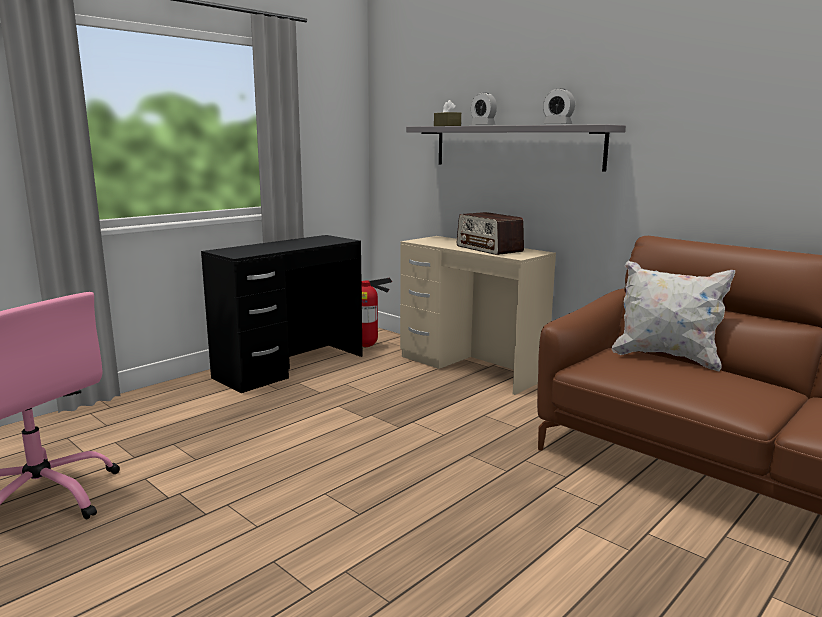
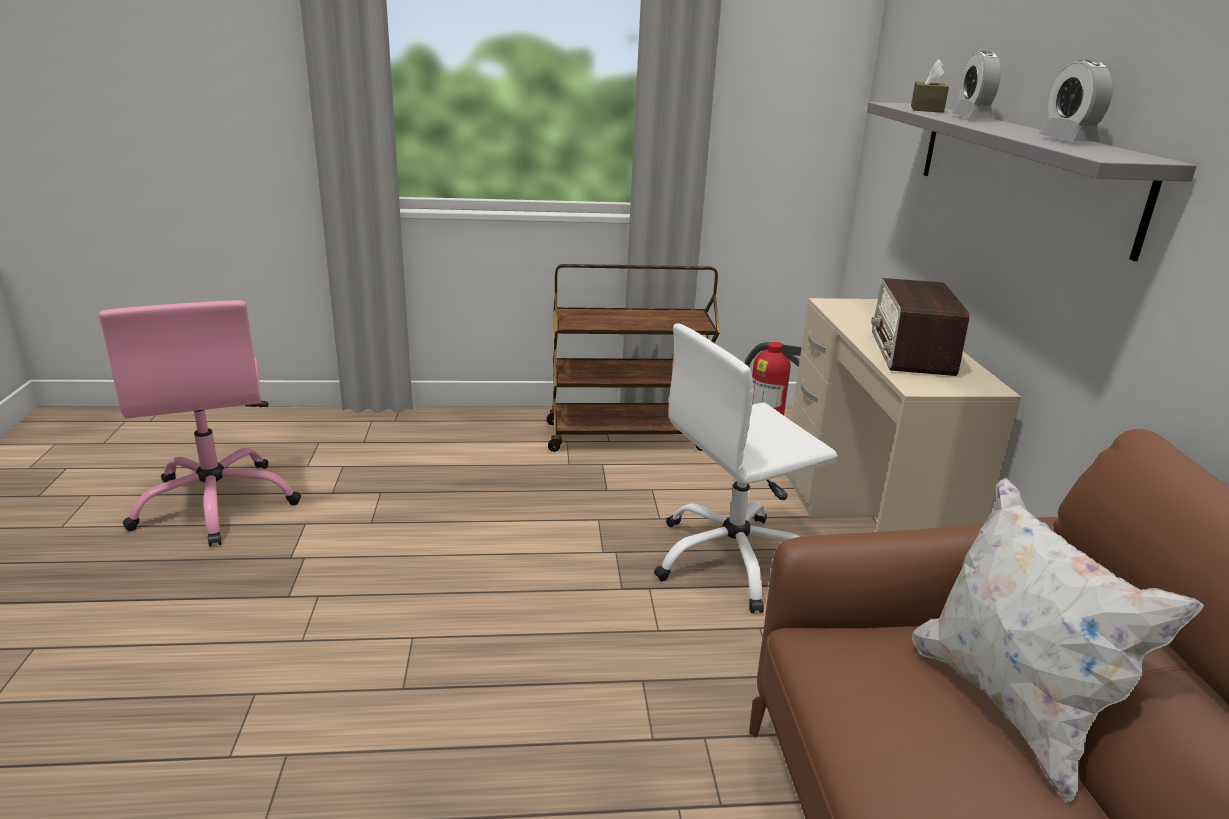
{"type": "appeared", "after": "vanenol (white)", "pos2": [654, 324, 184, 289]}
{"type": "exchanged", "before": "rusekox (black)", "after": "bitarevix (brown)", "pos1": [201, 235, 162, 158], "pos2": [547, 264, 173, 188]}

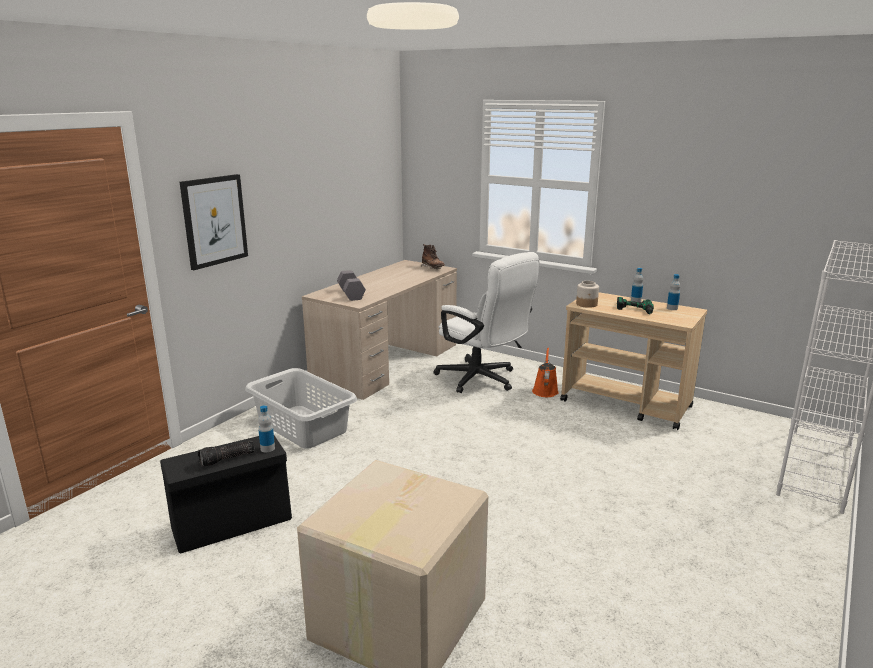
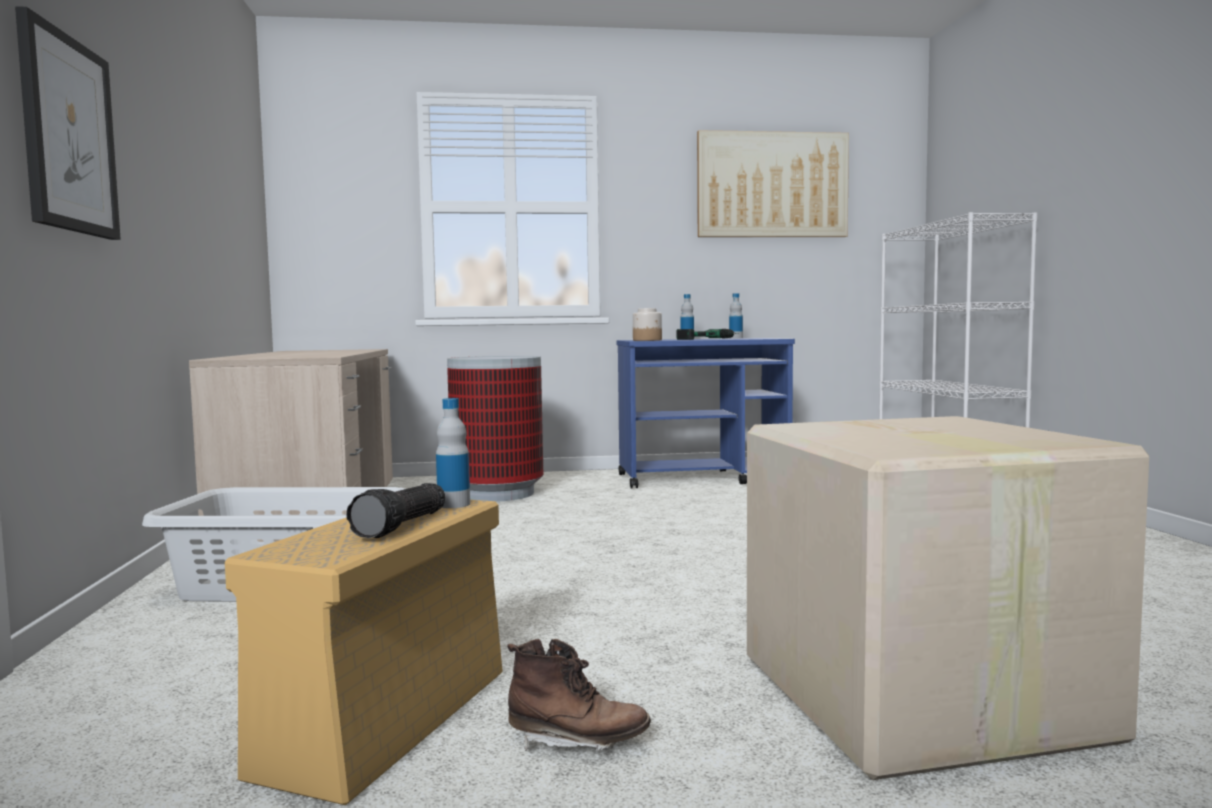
{"type": "missing", "before": "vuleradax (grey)", "pos1": [337, 270, 29, 31]}
{"type": "missing", "before": "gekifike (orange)", "pos1": [532, 348, 27, 49]}
{"type": "appeared", "after": "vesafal", "pos2": [697, 130, 152, 107]}
{"type": "relocated", "before": "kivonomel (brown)", "pos1": [421, 244, 24, 25], "pos2": [507, 639, 144, 112]}
{"type": "exchanged", "before": "vanenol (white)", "after": "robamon", "pos1": [433, 252, 107, 141], "pos2": [447, 356, 96, 146]}
{"type": "colour", "before": "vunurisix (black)", "after": "vunurisix (beige)", "pos1": [160, 436, 132, 118], "pos2": [225, 500, 278, 306]}
{"type": "colour", "before": "bitarevix (beige)", "after": "bitarevix (blue)", "pos1": [560, 292, 147, 138], "pos2": [616, 338, 179, 150]}

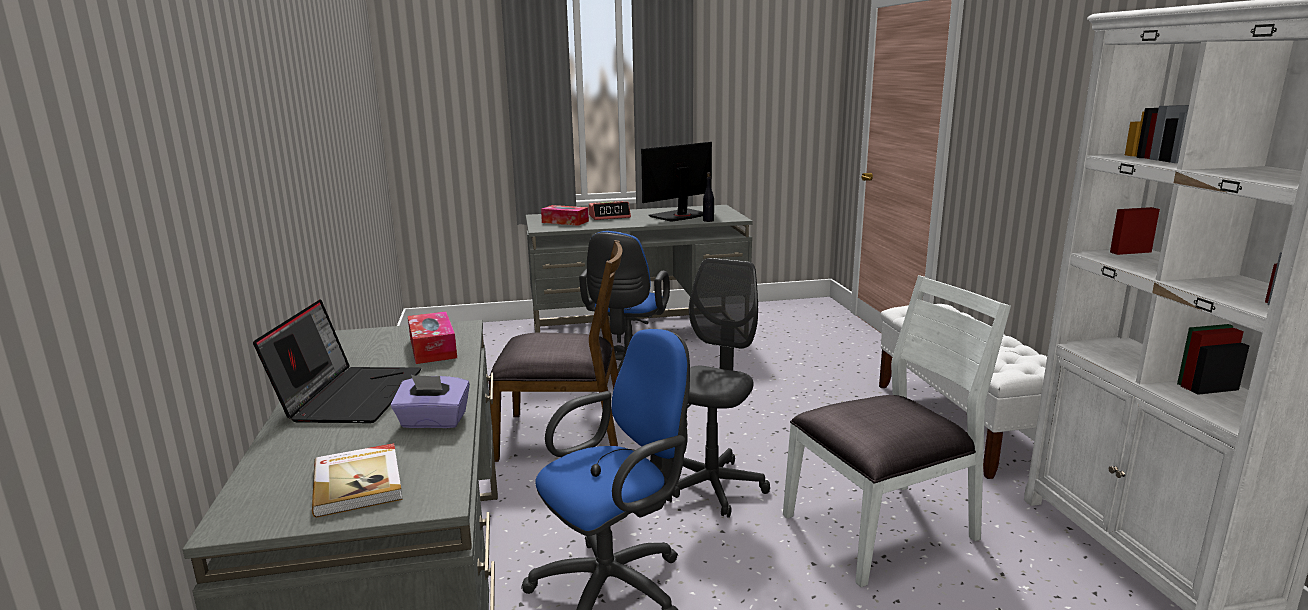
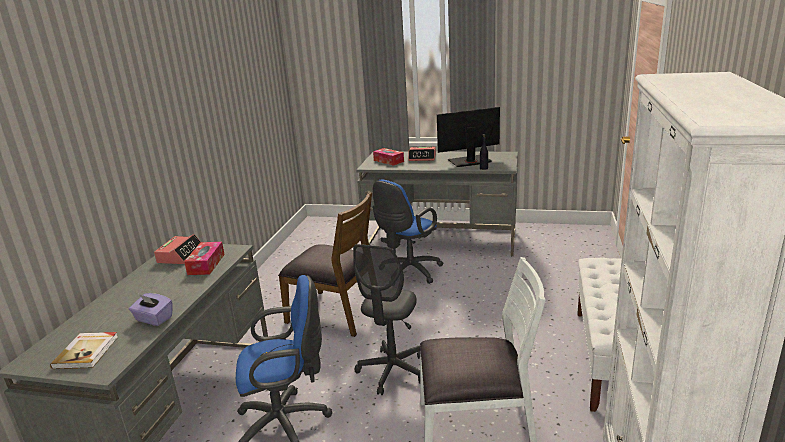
{"type": "missing", "before": "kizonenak", "pos1": [253, 299, 168, 124]}
{"type": "appeared", "after": "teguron", "pos2": [154, 234, 47, 30]}
{"type": "spun", "before": "vanenol (grey)", "pos1": [665, 258, 105, 260], "pos2": [353, 244, 67, 151], "turn": 150}

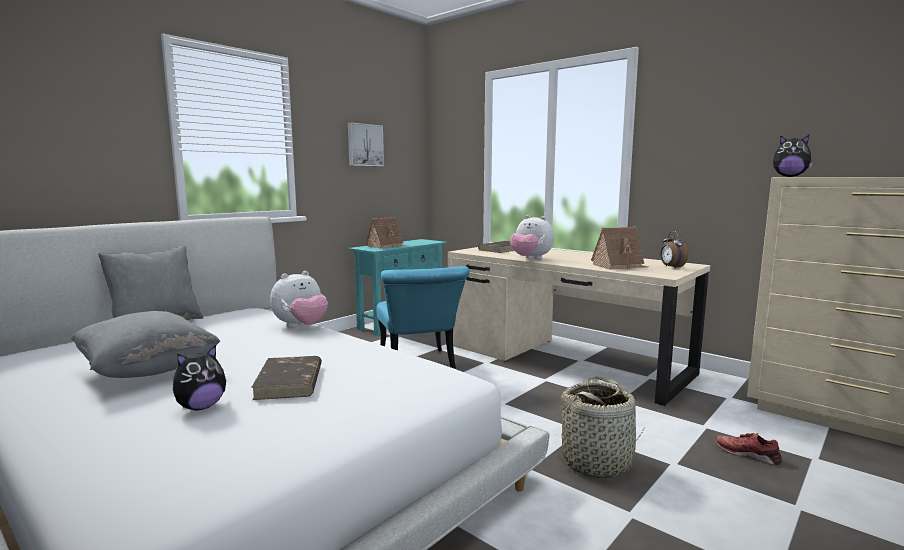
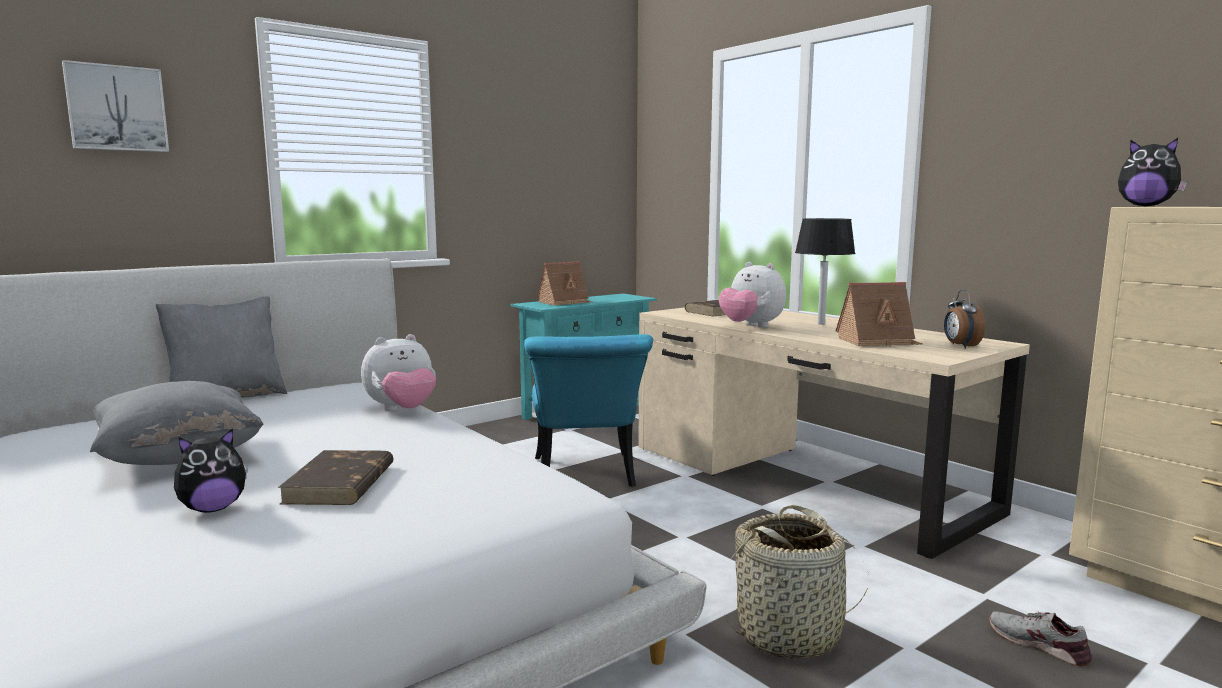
{"type": "appeared", "after": "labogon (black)", "pos2": [795, 218, 60, 107]}
{"type": "relocated", "before": "vesafal", "pos1": [348, 123, 36, 43], "pos2": [62, 60, 107, 92]}
{"type": "colour", "before": "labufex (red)", "after": "labufex (grey)", "pos1": [716, 433, 66, 32], "pos2": [989, 611, 103, 55]}

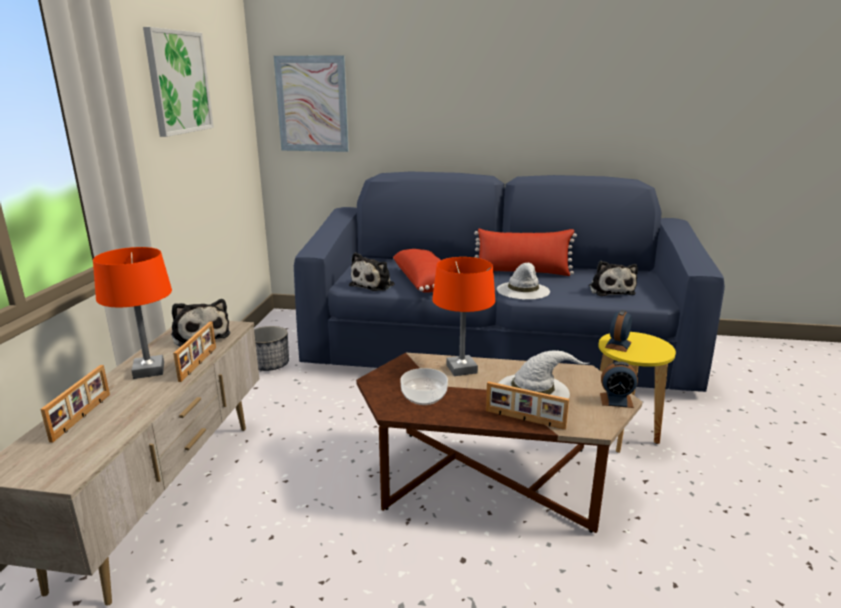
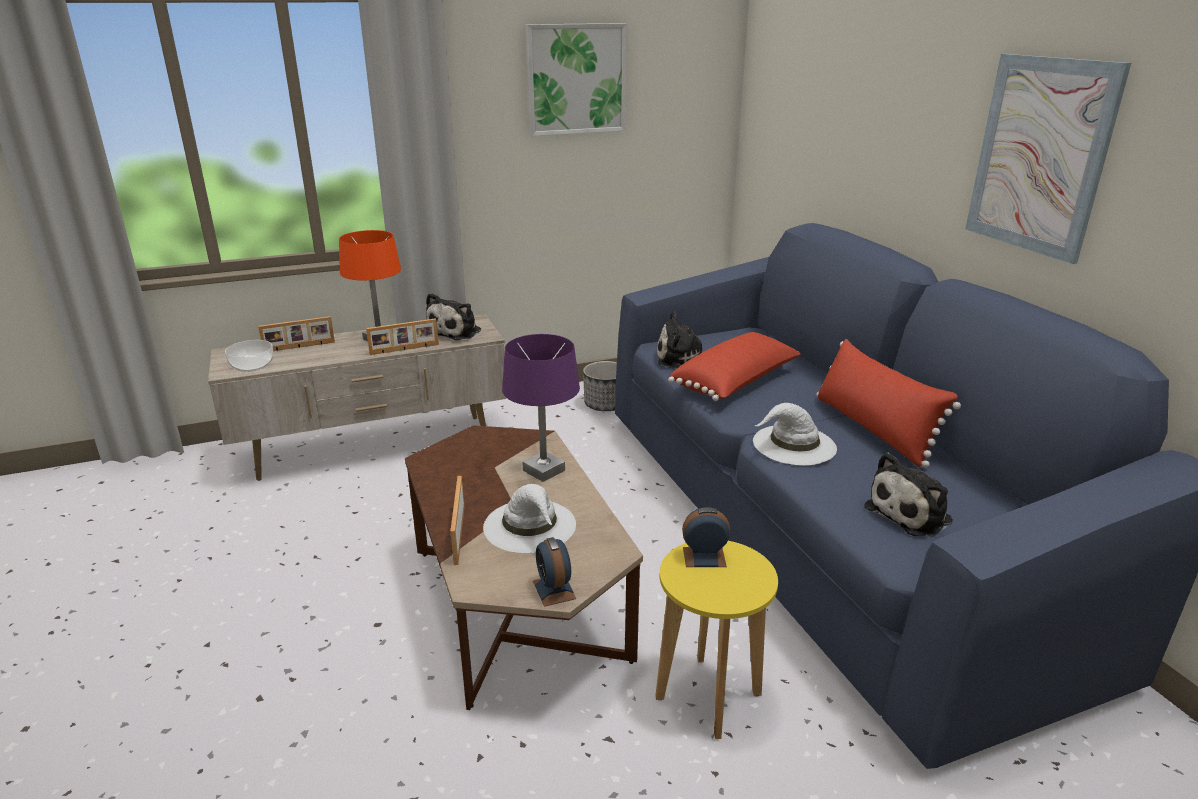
{"type": "relocated", "before": "vesafal", "pos1": [274, 55, 75, 97], "pos2": [965, 54, 166, 210]}
{"type": "relocated", "before": "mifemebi", "pos1": [401, 368, 47, 37], "pos2": [225, 340, 49, 32]}
{"type": "colour", "before": "labogon (orange)", "after": "labogon (purple)", "pos1": [432, 257, 63, 119], "pos2": [502, 334, 78, 148]}

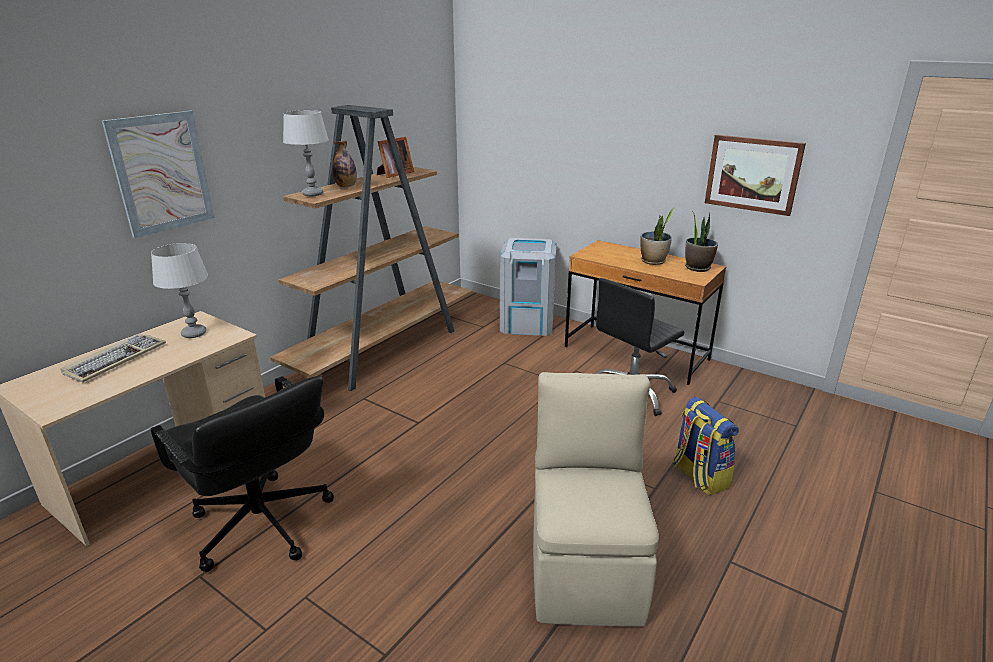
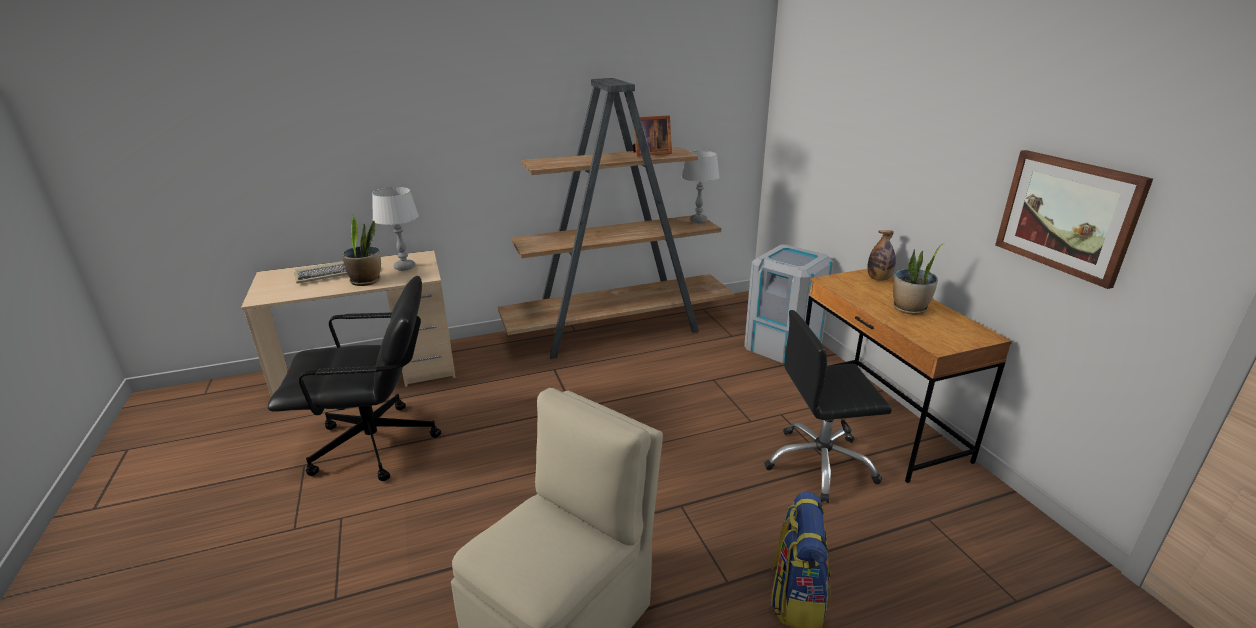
{"type": "missing", "before": "vesafal", "pos1": [102, 111, 113, 127]}
{"type": "relocated", "before": "labogon (grey)", "pos1": [283, 110, 46, 86], "pos2": [682, 151, 37, 72]}
{"type": "relocated", "before": "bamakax", "pos1": [333, 140, 24, 47], "pos2": [867, 230, 29, 51]}
{"type": "relocated", "before": "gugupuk", "pos1": [685, 211, 33, 61], "pos2": [342, 214, 39, 72]}
{"type": "spun", "before": "vanenol (black)", "pos1": [150, 376, 184, 196], "pos2": [268, 276, 173, 205], "turn": -90}

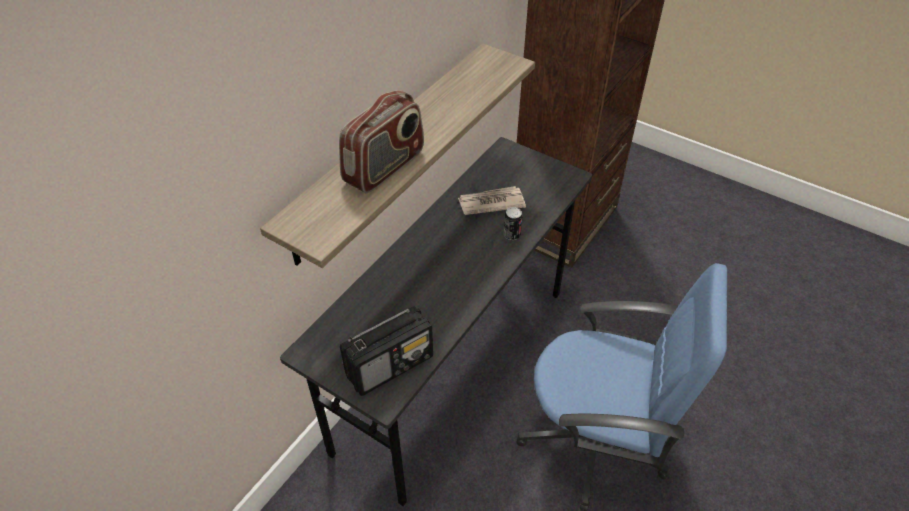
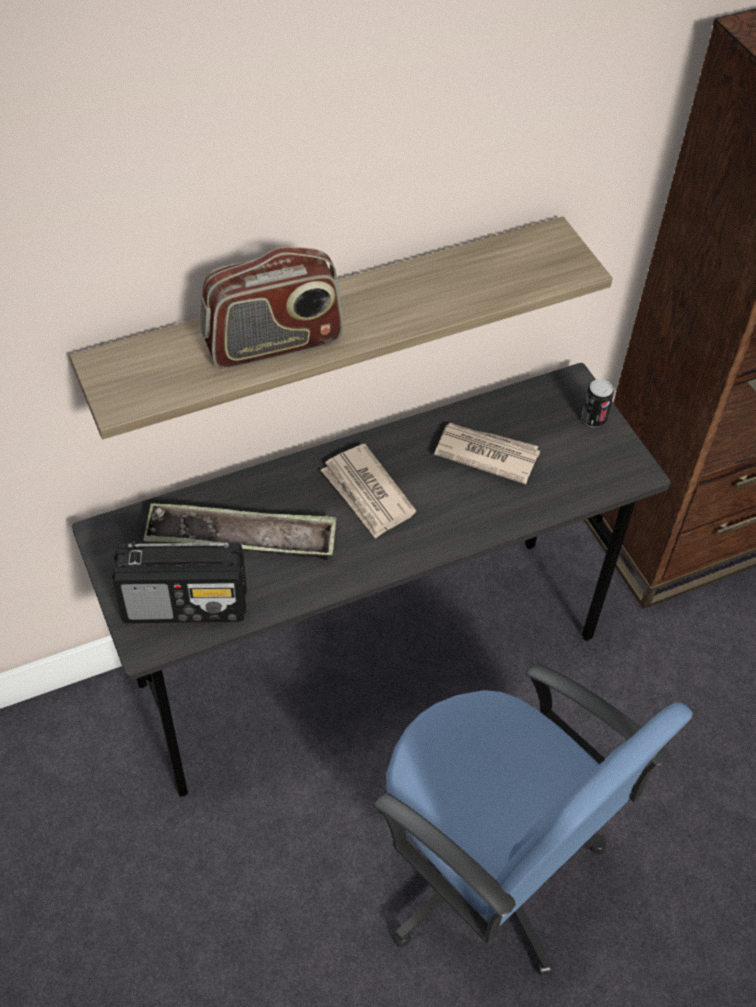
{"type": "appeared", "after": "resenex", "pos2": [143, 503, 193, 57]}
{"type": "appeared", "after": "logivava", "pos2": [321, 444, 95, 95]}
{"type": "relocated", "before": "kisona", "pos1": [503, 207, 20, 33], "pos2": [581, 379, 33, 48]}

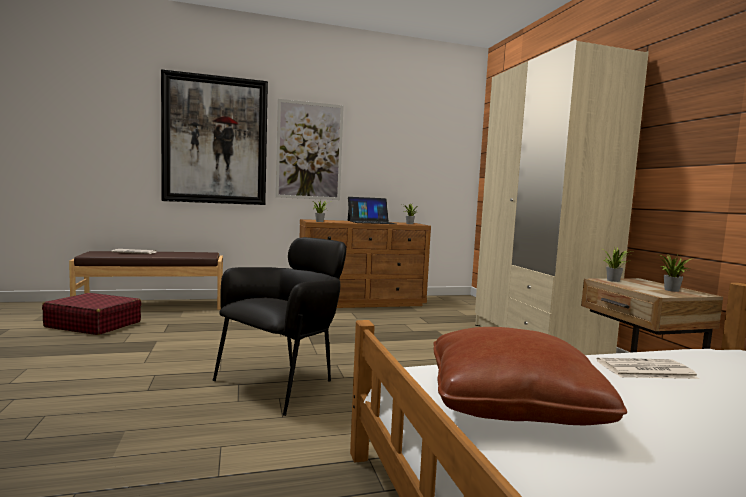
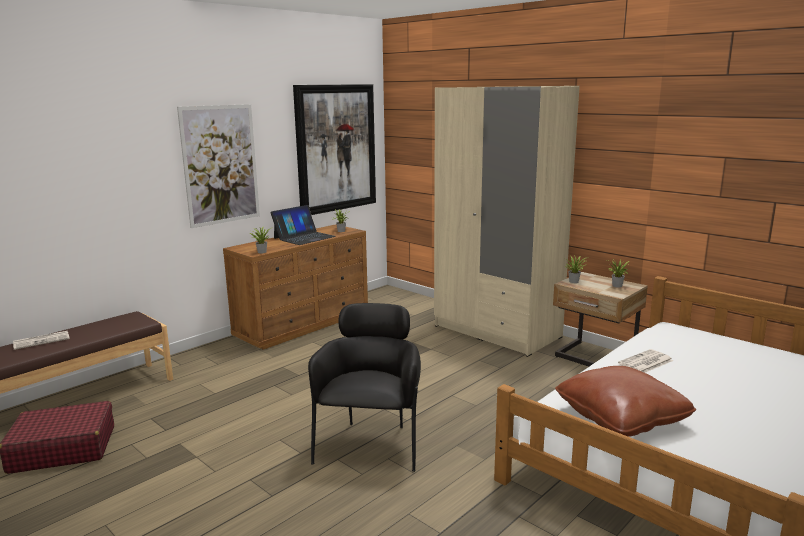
{"type": "relocated", "before": "vesafal", "pos1": [161, 69, 107, 136], "pos2": [293, 84, 83, 131]}

